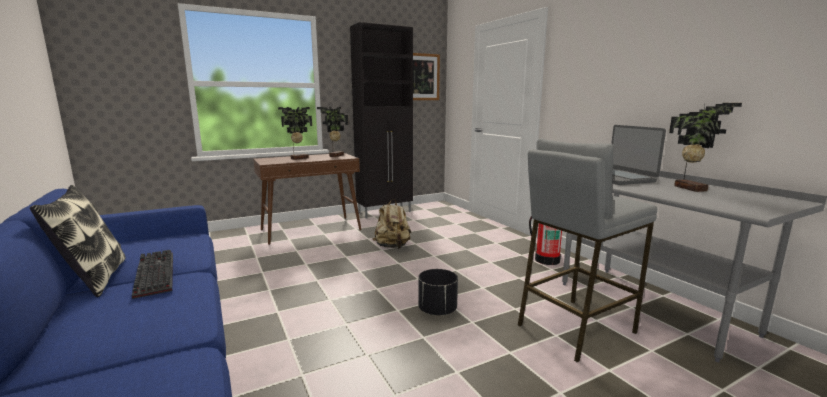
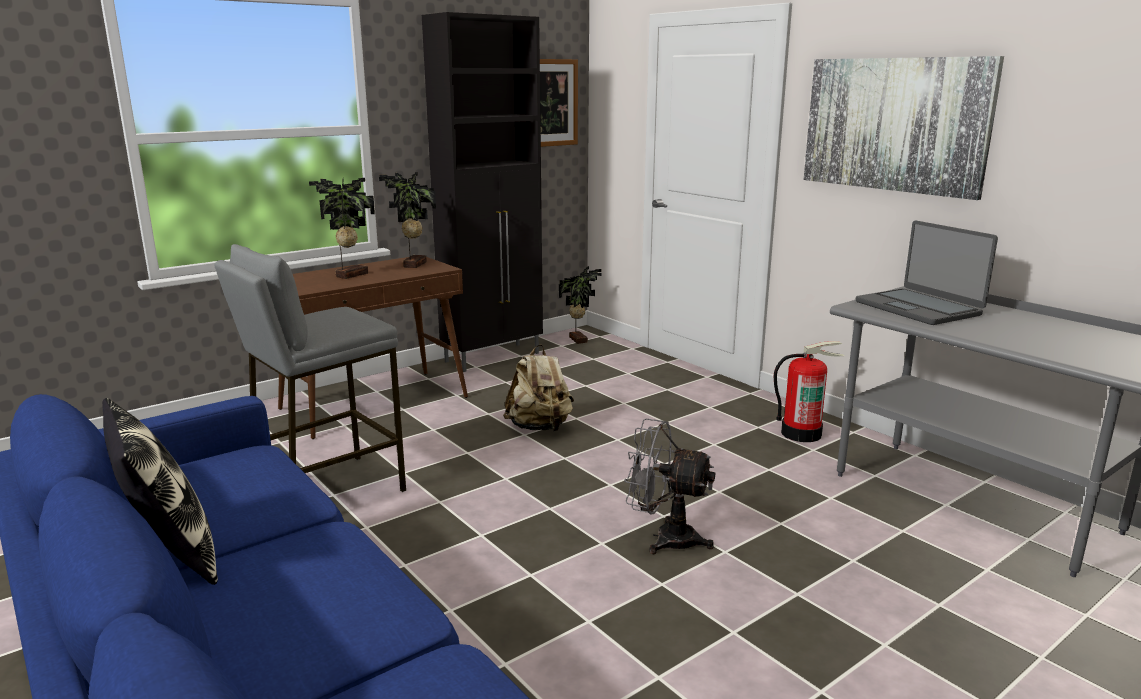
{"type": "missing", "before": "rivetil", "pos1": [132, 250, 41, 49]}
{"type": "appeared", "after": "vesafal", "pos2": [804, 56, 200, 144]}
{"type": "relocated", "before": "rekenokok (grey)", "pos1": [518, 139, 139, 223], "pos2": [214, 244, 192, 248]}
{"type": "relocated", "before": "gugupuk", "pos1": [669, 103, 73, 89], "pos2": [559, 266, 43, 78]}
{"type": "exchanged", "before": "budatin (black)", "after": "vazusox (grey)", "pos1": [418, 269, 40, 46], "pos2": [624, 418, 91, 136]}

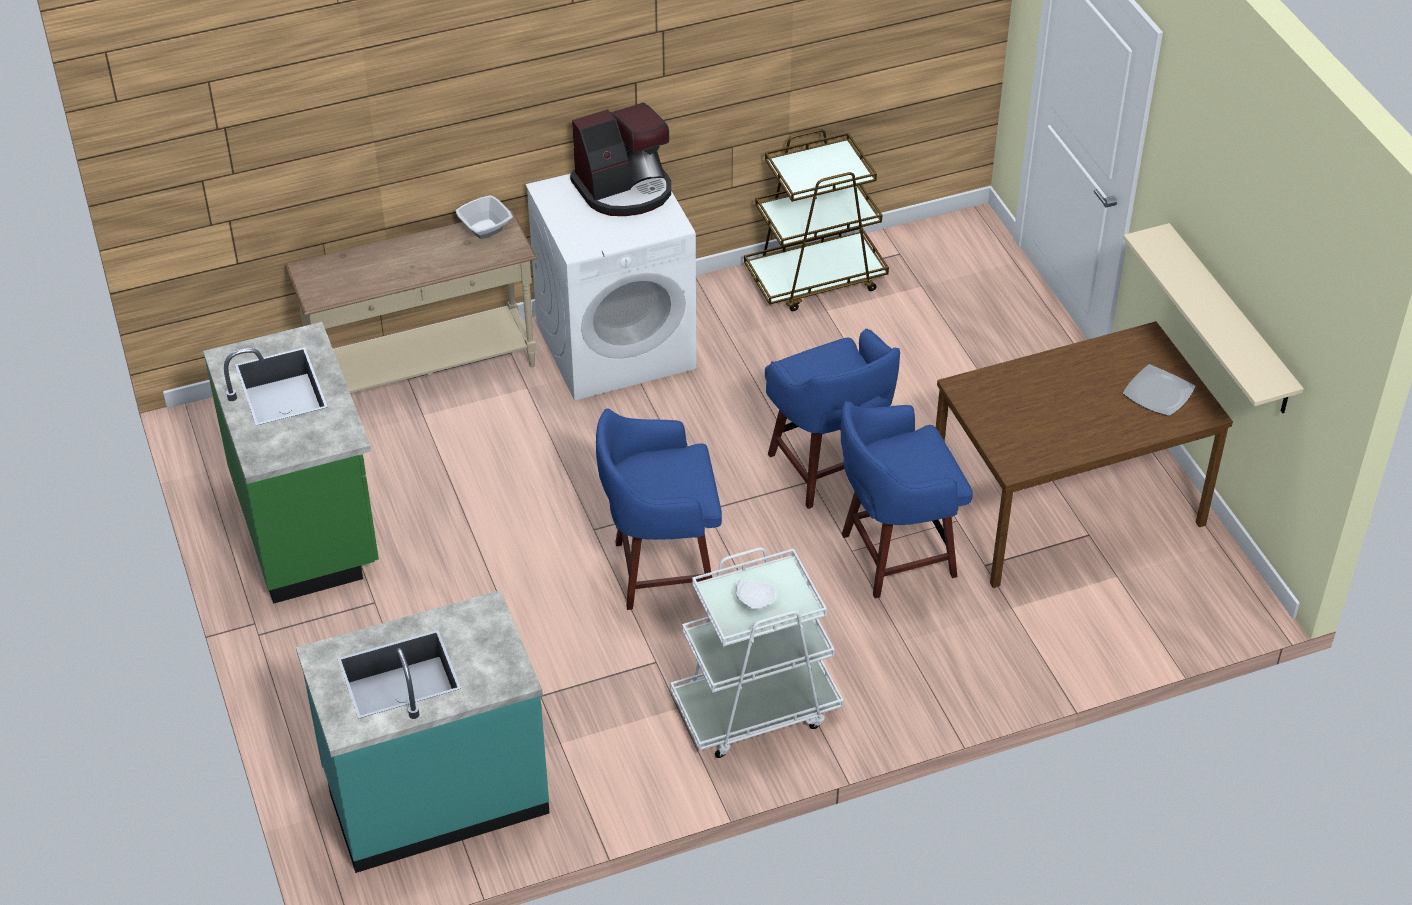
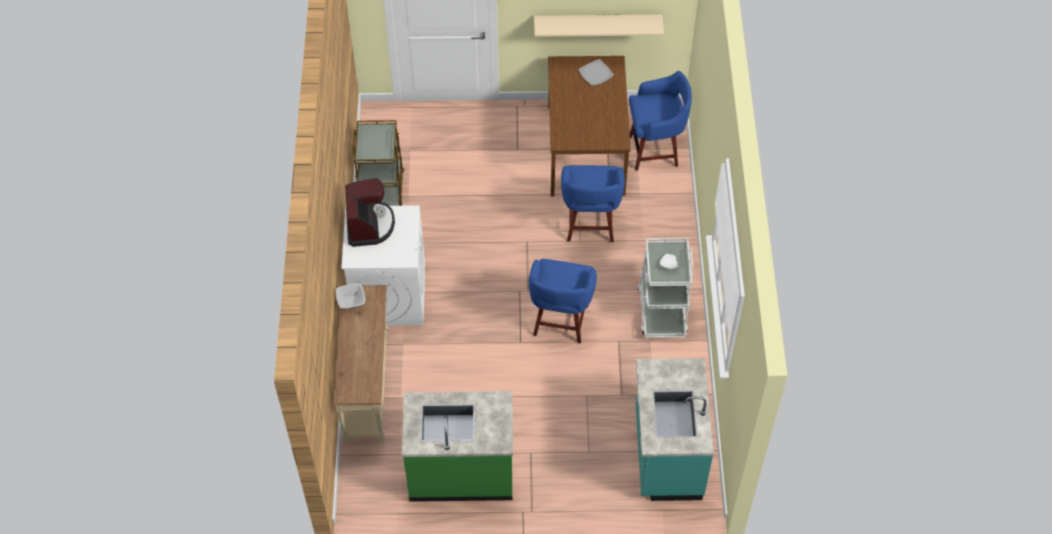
{"type": "relocated", "before": "rekenokok (blue)", "pos1": [765, 329, 135, 180], "pos2": [629, 71, 63, 100]}

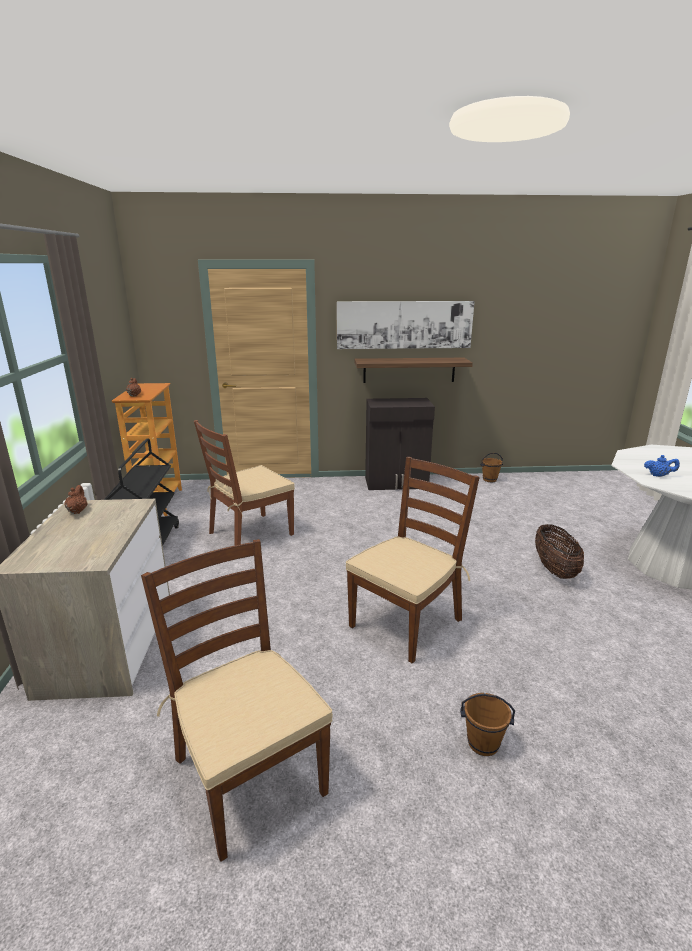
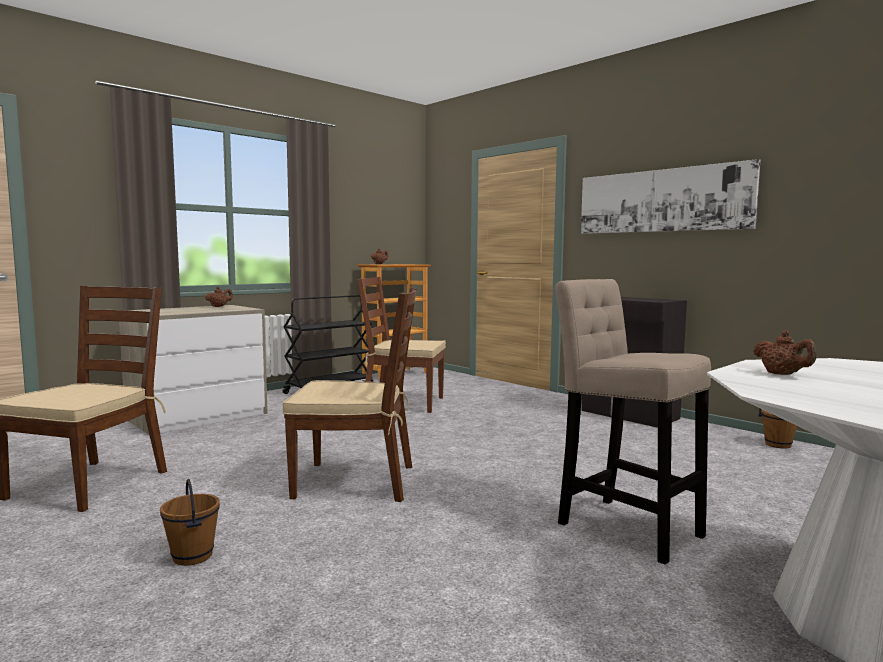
{"type": "missing", "before": "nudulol", "pos1": [354, 358, 119, 25]}
{"type": "exchanged", "before": "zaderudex", "after": "rekenokok (beige)", "pos1": [535, 524, 49, 55], "pos2": [555, 279, 156, 286]}
{"type": "colour", "before": "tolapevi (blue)", "after": "tolapevi (brown)", "pos1": [644, 455, 36, 22], "pos2": [753, 330, 64, 45]}

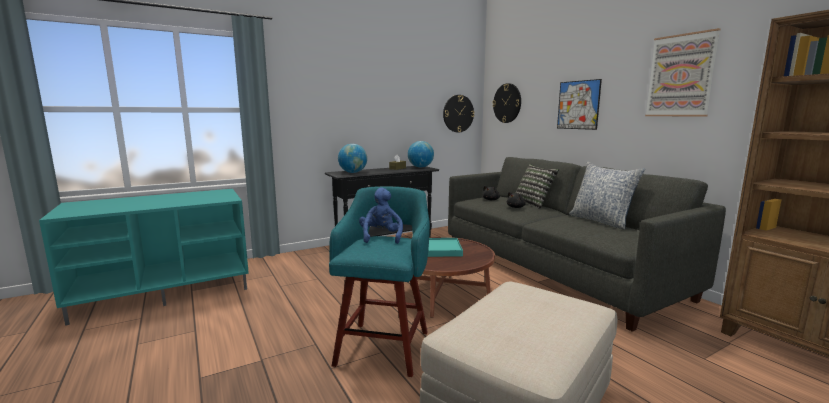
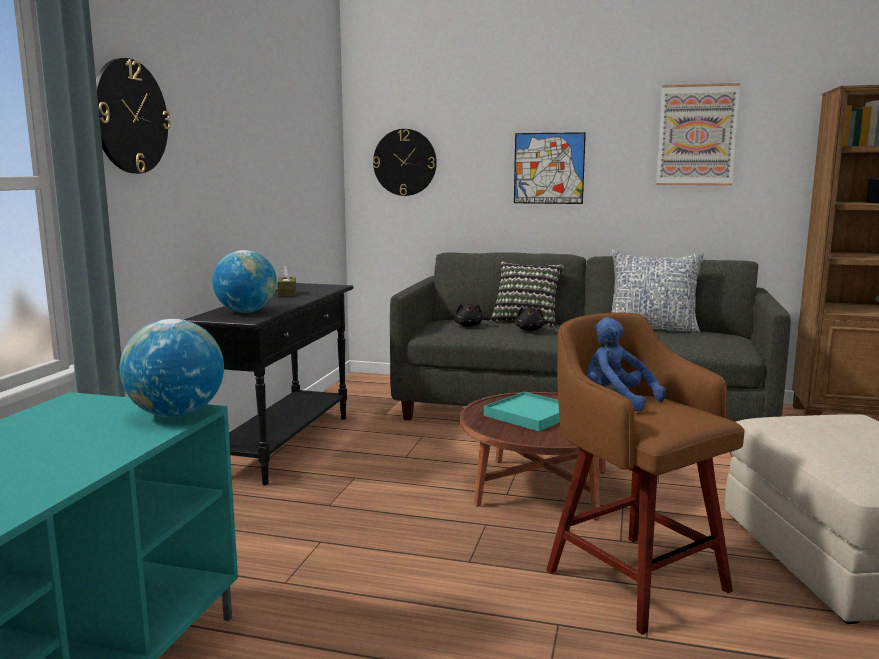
{"type": "relocated", "before": "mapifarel", "pos1": [408, 141, 26, 27], "pos2": [120, 319, 104, 98]}
{"type": "relocated", "before": "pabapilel", "pos1": [443, 95, 31, 37], "pos2": [96, 58, 75, 116]}
{"type": "colour", "before": "rekenokok (turquoise)", "after": "rekenokok (brown)", "pos1": [329, 186, 101, 191], "pos2": [546, 312, 199, 323]}

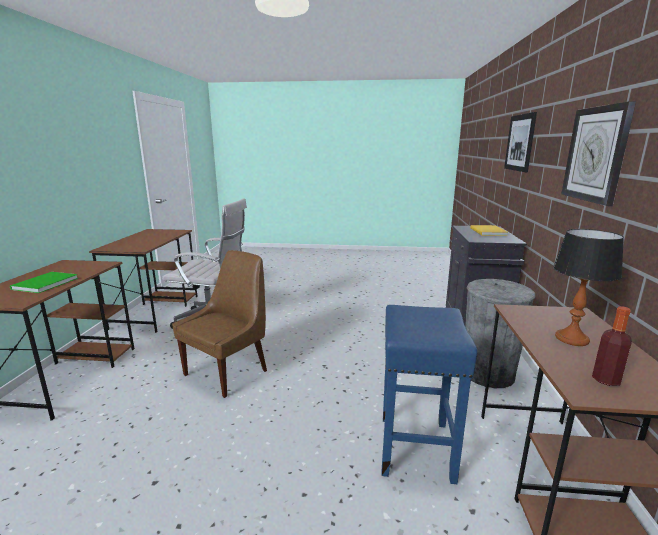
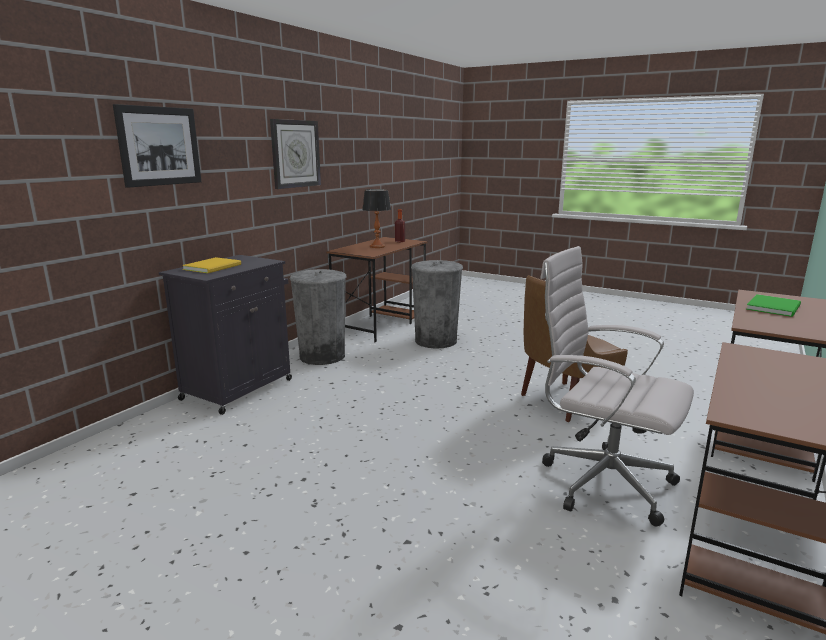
{"type": "exchanged", "before": "rekenokok (blue)", "after": "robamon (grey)", "pos1": [381, 305, 96, 179], "pos2": [411, 260, 52, 89]}

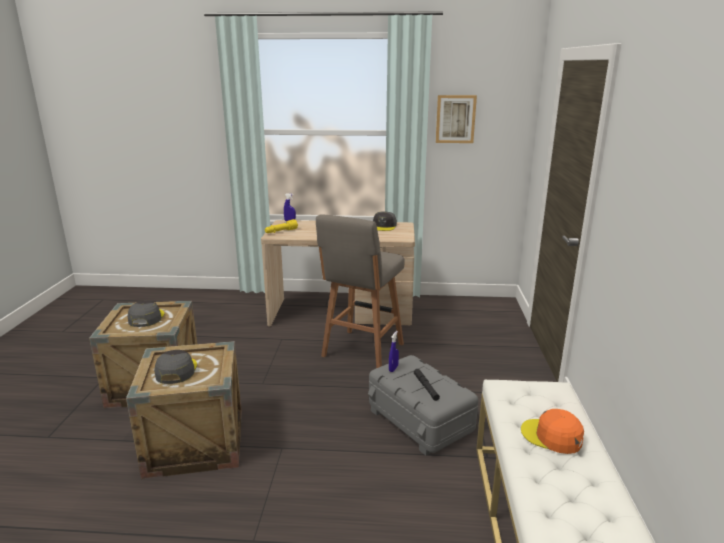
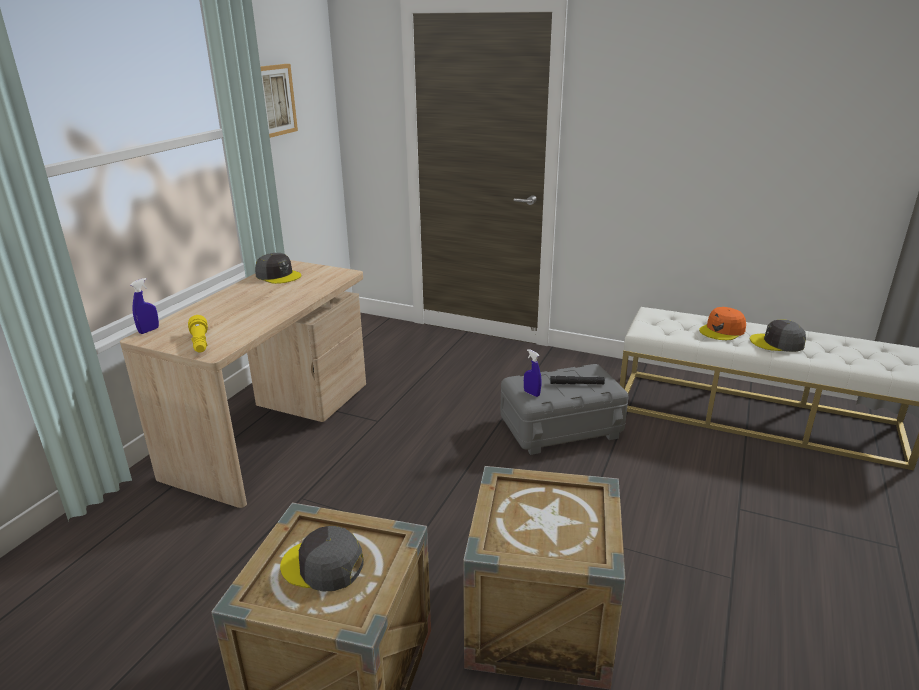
{"type": "missing", "before": "rekenokok (grey)", "pos1": [316, 214, 89, 154]}
{"type": "relocated", "before": "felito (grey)", "pos1": [154, 350, 43, 34], "pos2": [750, 320, 56, 32]}

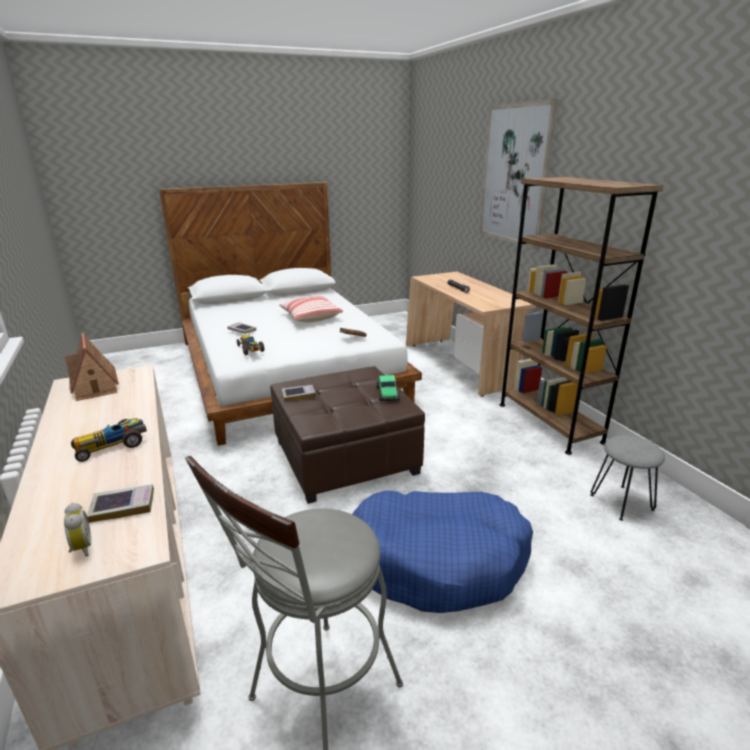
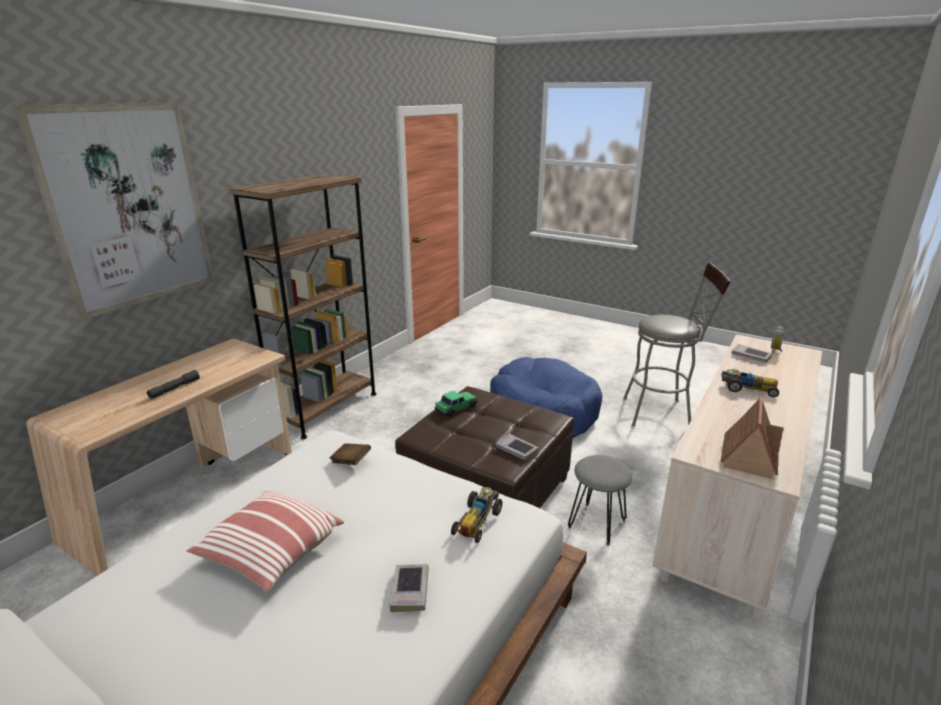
{"type": "relocated", "before": "rekenokok (grey)", "pos1": [590, 435, 75, 86], "pos2": [568, 455, 64, 90]}

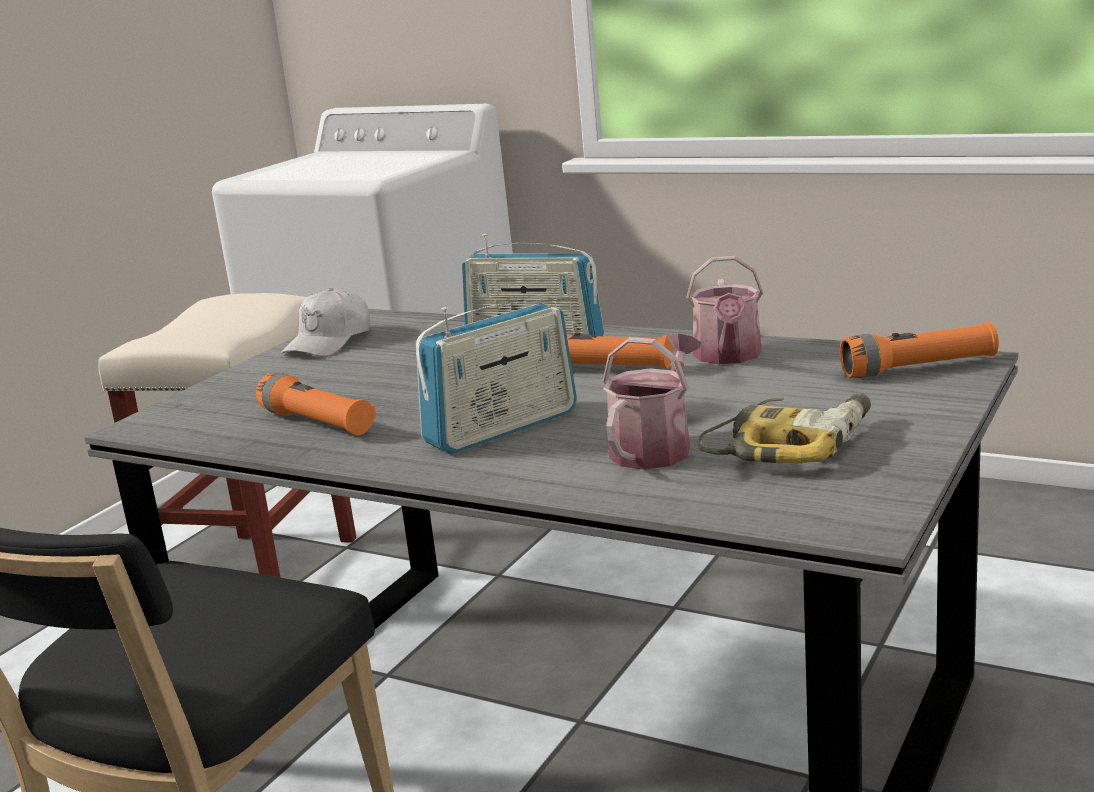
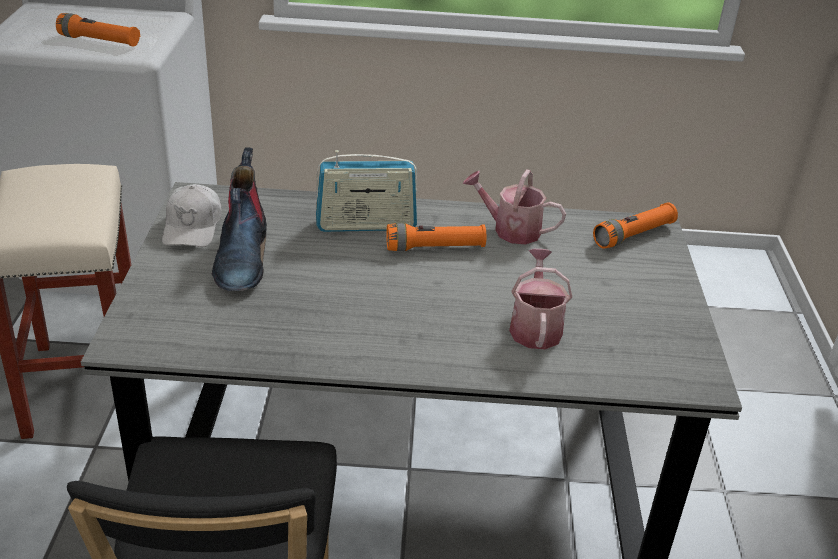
{"type": "missing", "before": "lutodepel", "pos1": [416, 302, 161, 152]}
{"type": "missing", "before": "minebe", "pos1": [697, 393, 174, 70]}
{"type": "appeared", "after": "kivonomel", "pos2": [212, 147, 55, 144]}
{"type": "relocated", "before": "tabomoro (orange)", "pos1": [256, 373, 120, 62], "pos2": [56, 13, 84, 34]}
{"type": "spun", "before": "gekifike", "pos1": [687, 256, 76, 108], "pos2": [463, 169, 103, 75], "turn": 135}

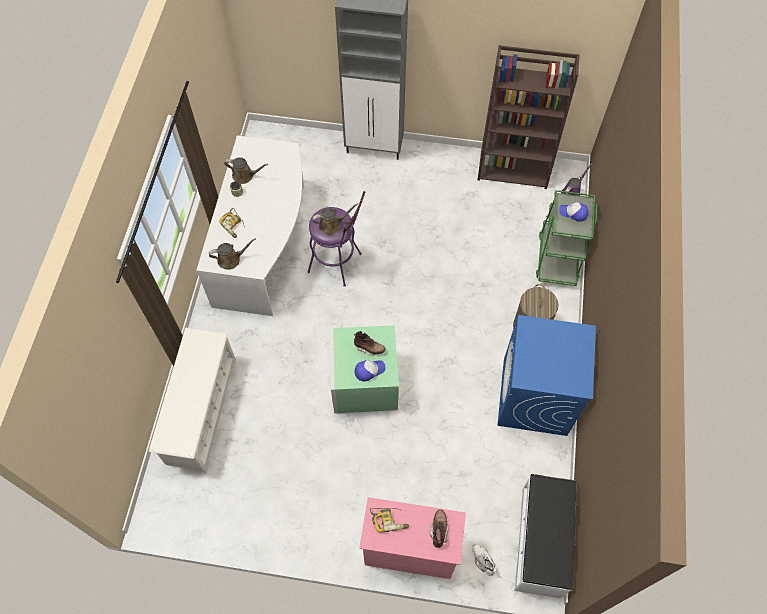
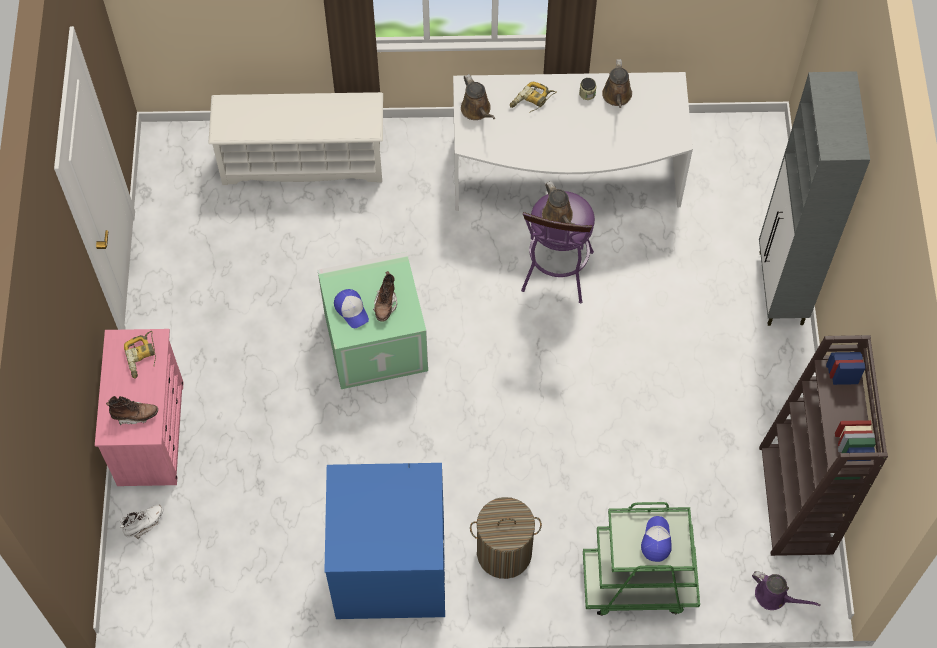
{"type": "missing", "before": "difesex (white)", "pos1": [515, 474, 62, 124]}

